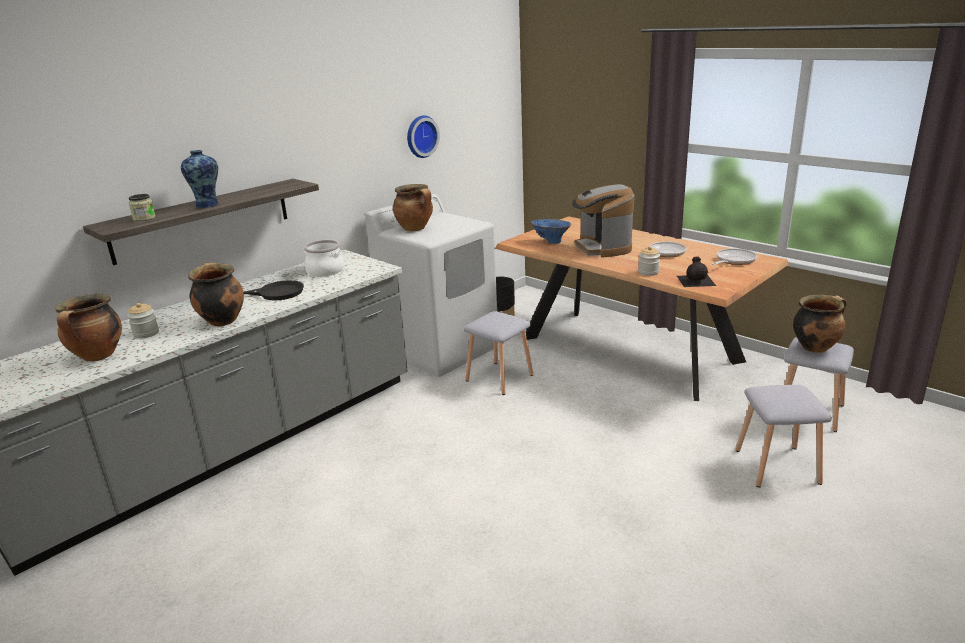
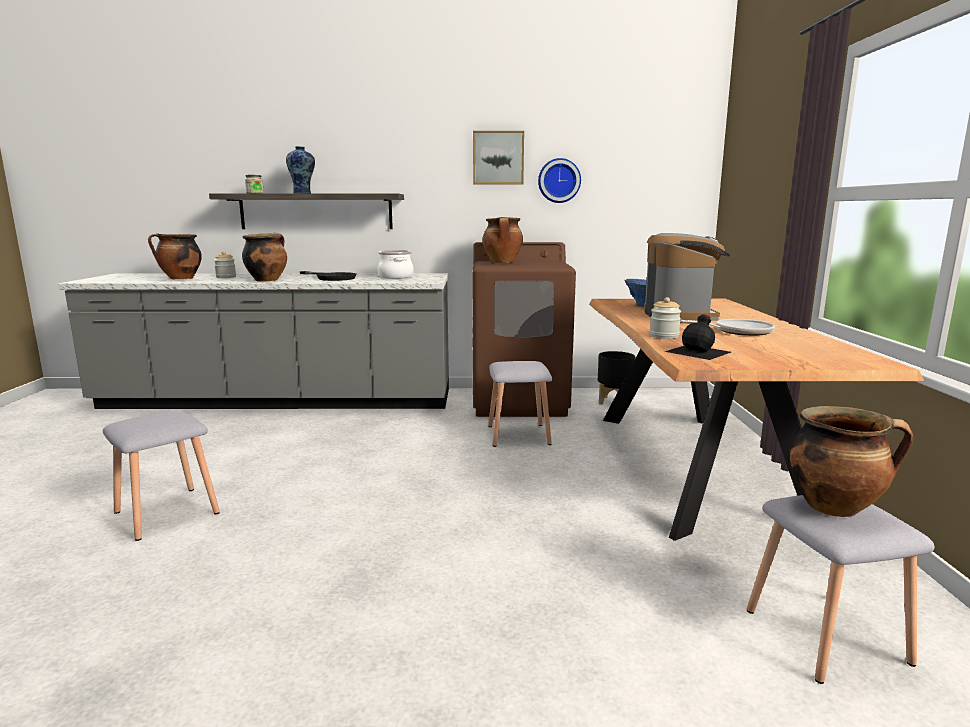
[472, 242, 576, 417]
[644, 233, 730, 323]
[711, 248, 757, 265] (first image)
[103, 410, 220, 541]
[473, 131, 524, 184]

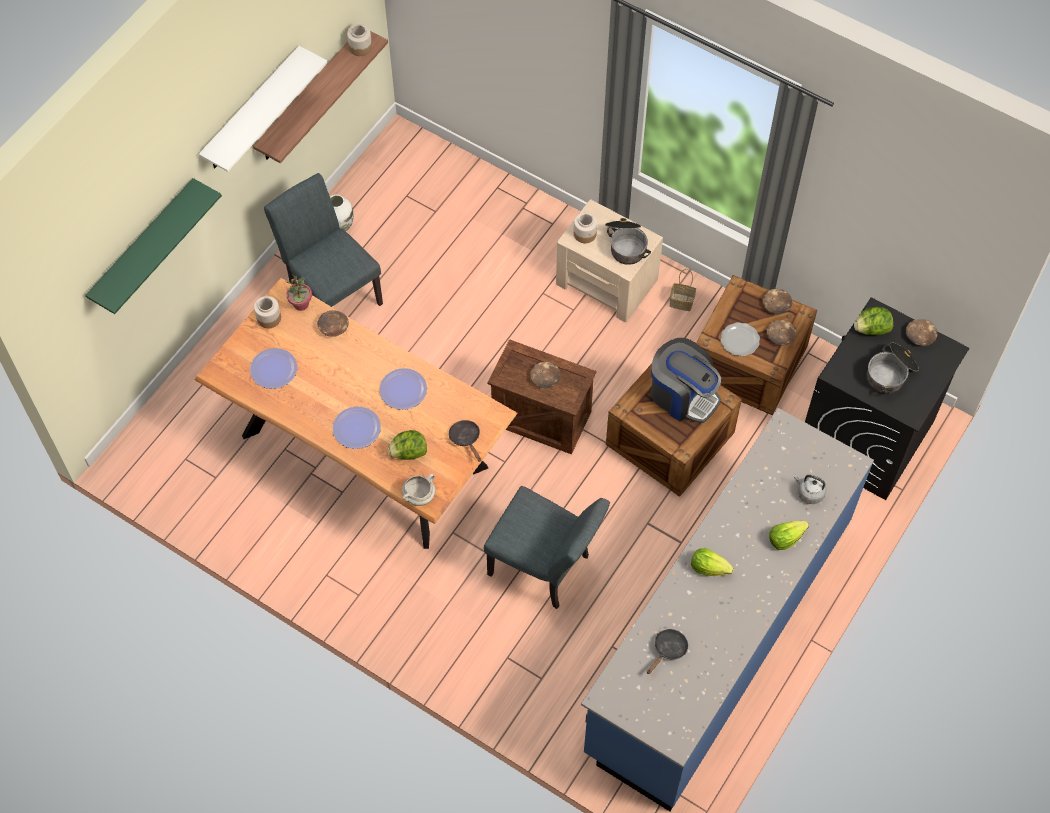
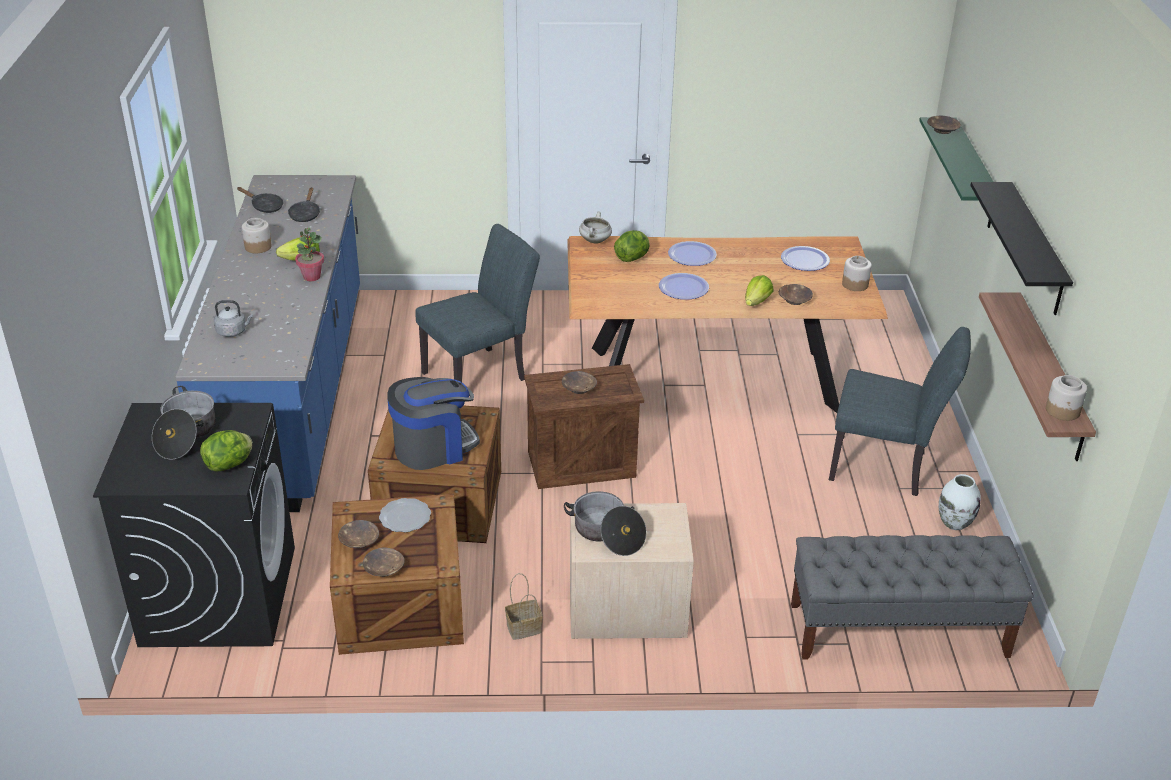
[970, 182, 1073, 315]
[295, 228, 324, 281]
[237, 187, 283, 213]
[415, 224, 540, 382]
[242, 218, 272, 253]
[387, 377, 480, 470]
[745, 275, 774, 306]
[927, 116, 961, 134]
[791, 535, 1033, 659]

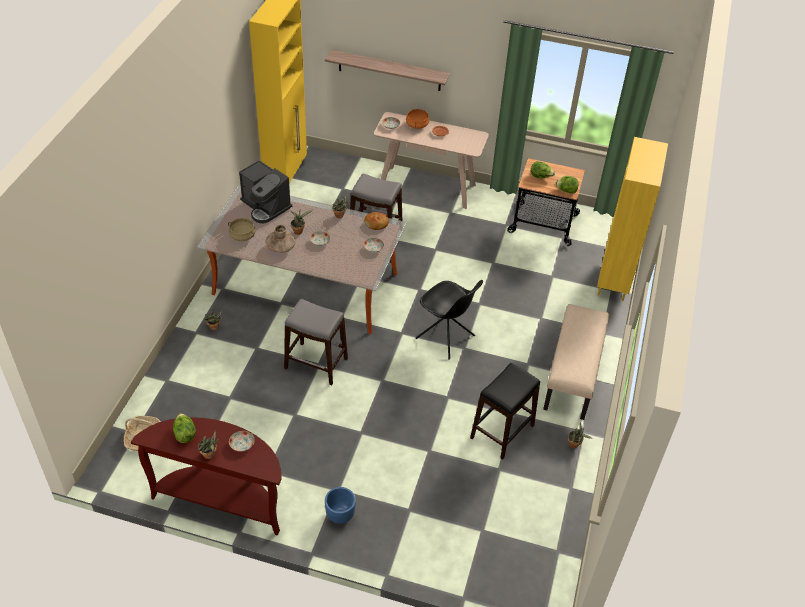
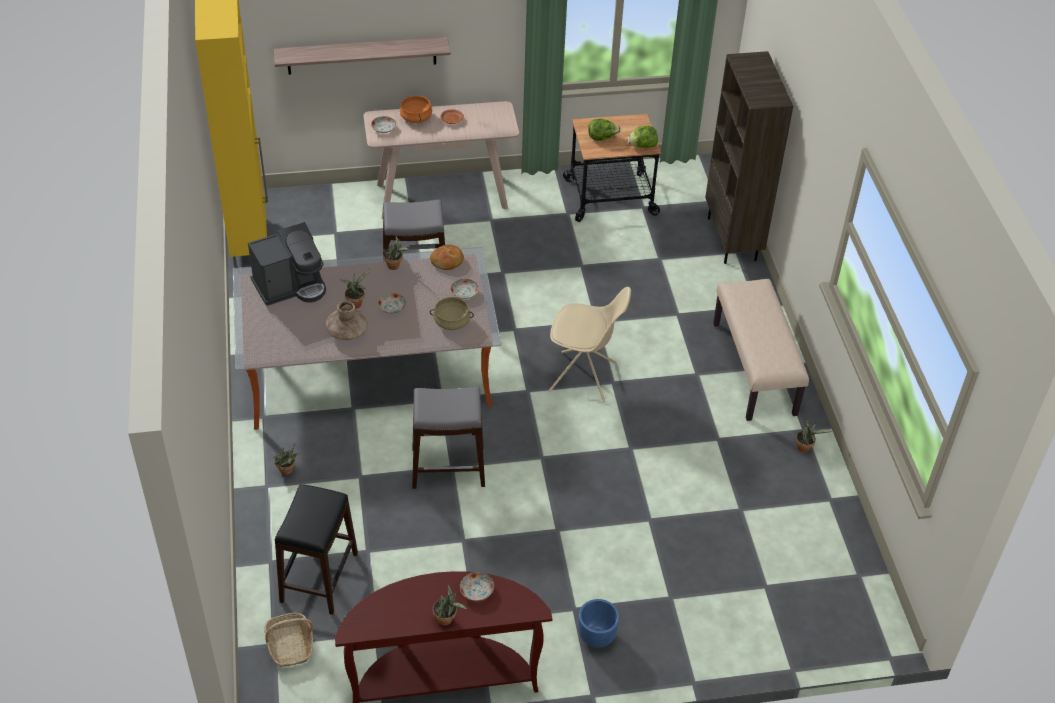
[173, 413, 196, 443] (first image)
[430, 297, 474, 330]
[248, 222, 326, 306]
[549, 287, 631, 402]
[275, 484, 358, 615]
[705, 51, 793, 264]

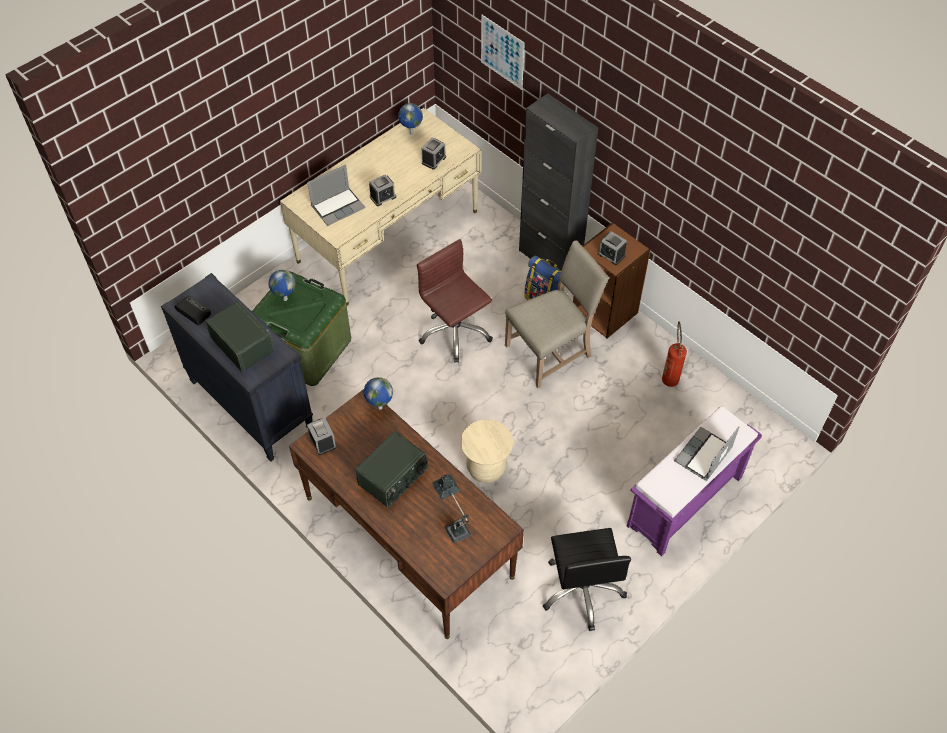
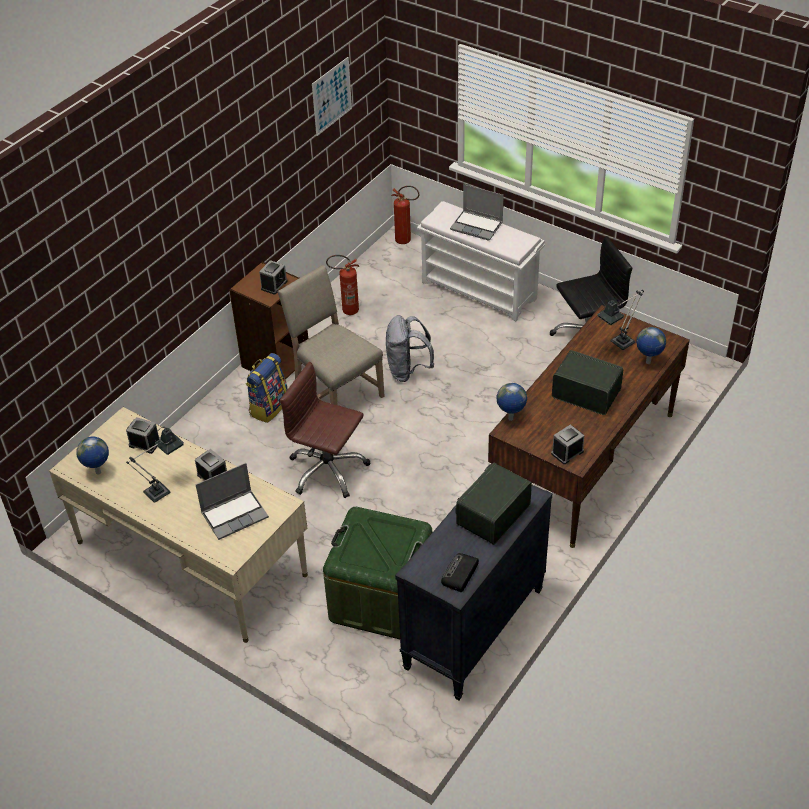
[636, 327, 666, 364]
[196, 463, 269, 540]
[280, 361, 371, 498]
[460, 420, 513, 483] (first image)
[312, 57, 352, 136]
[519, 93, 598, 271] (first image)
[417, 201, 545, 321]
[126, 427, 184, 503]
[386, 315, 434, 382]
[391, 186, 419, 244]

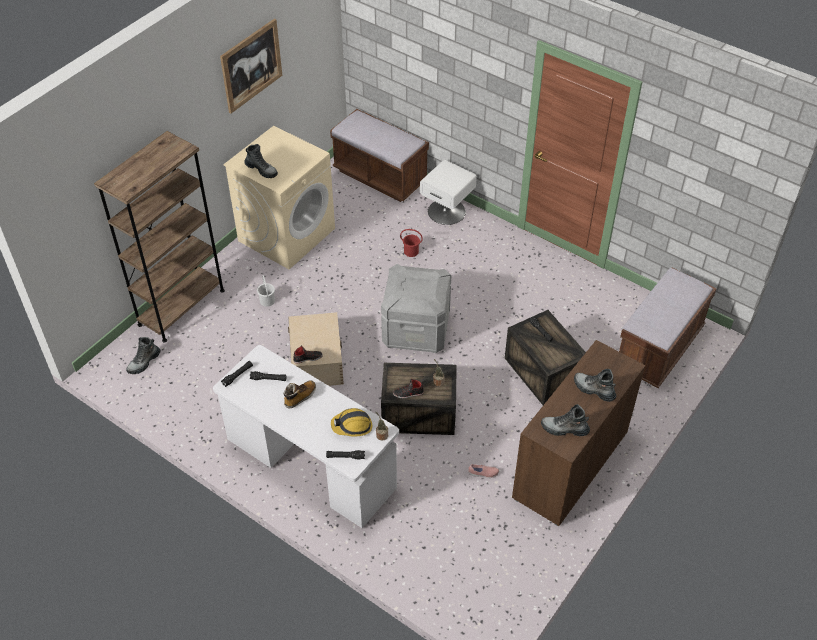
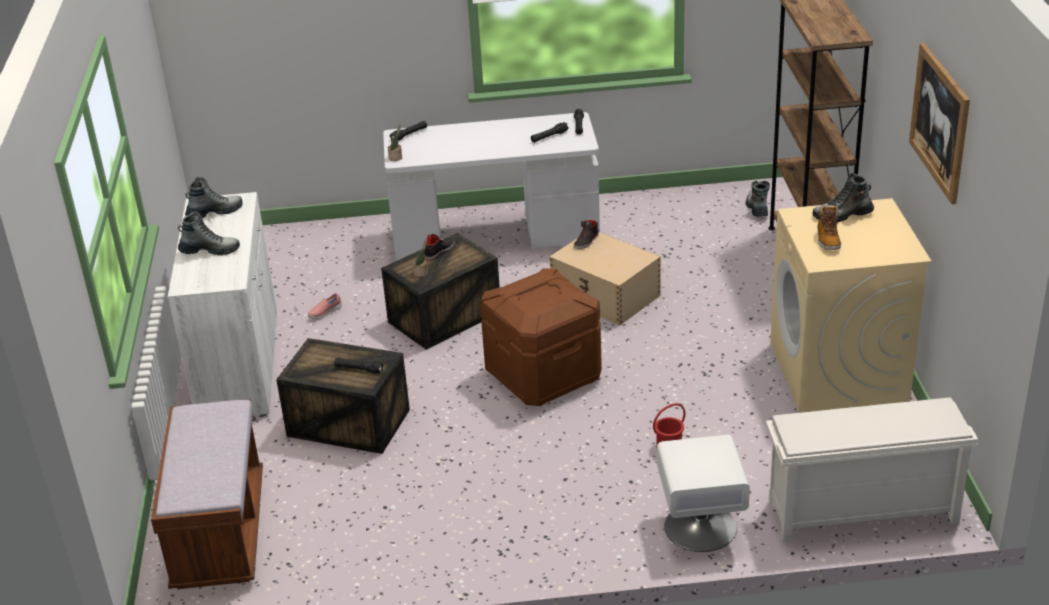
[257, 275, 275, 307] (first image)
[817, 205, 841, 250]
[766, 397, 978, 542]
[331, 408, 372, 437] (first image)
[480, 268, 602, 406]
[168, 192, 277, 417]

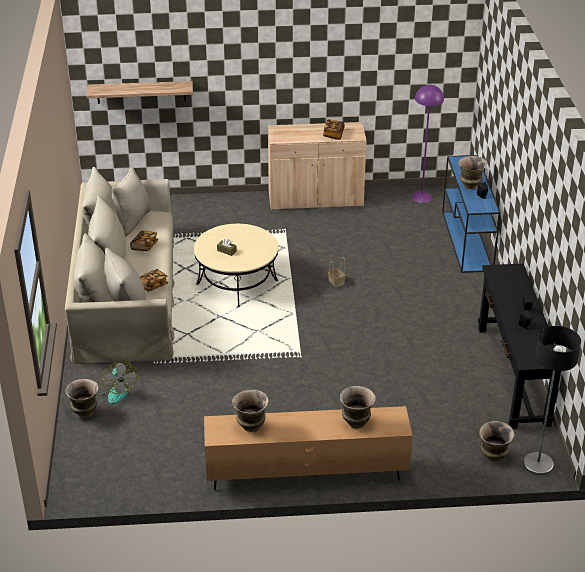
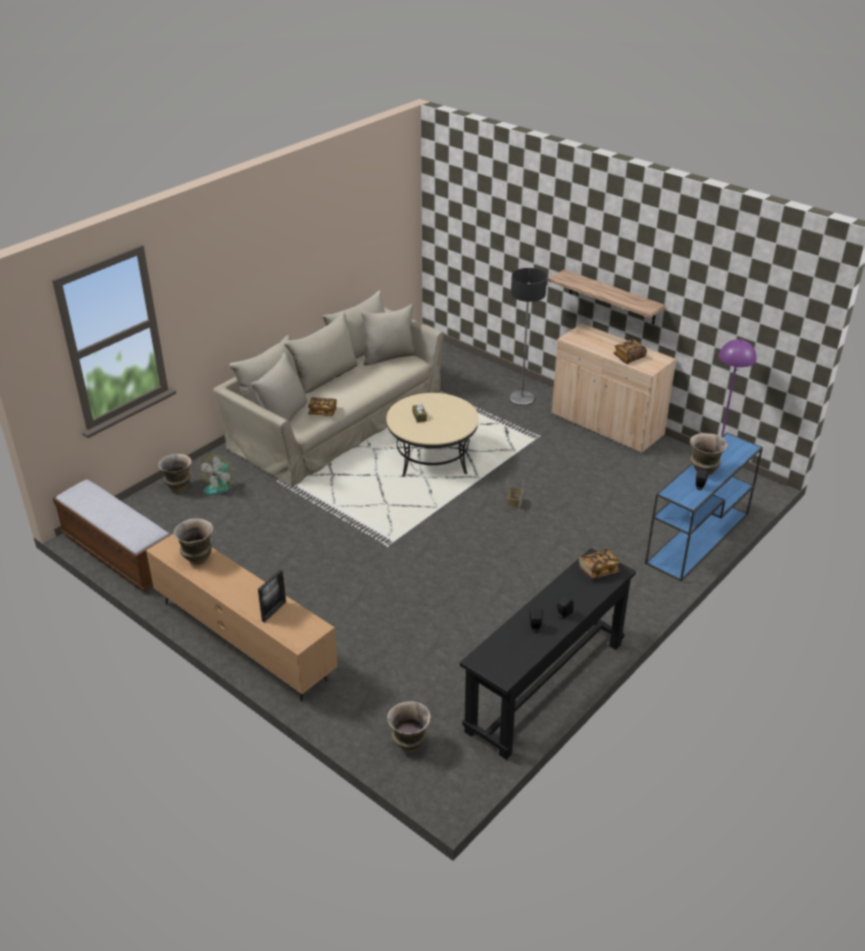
[549, 269, 665, 324]
[579, 549, 621, 579]
[258, 569, 286, 622]
[510, 268, 547, 406]
[52, 480, 170, 591]

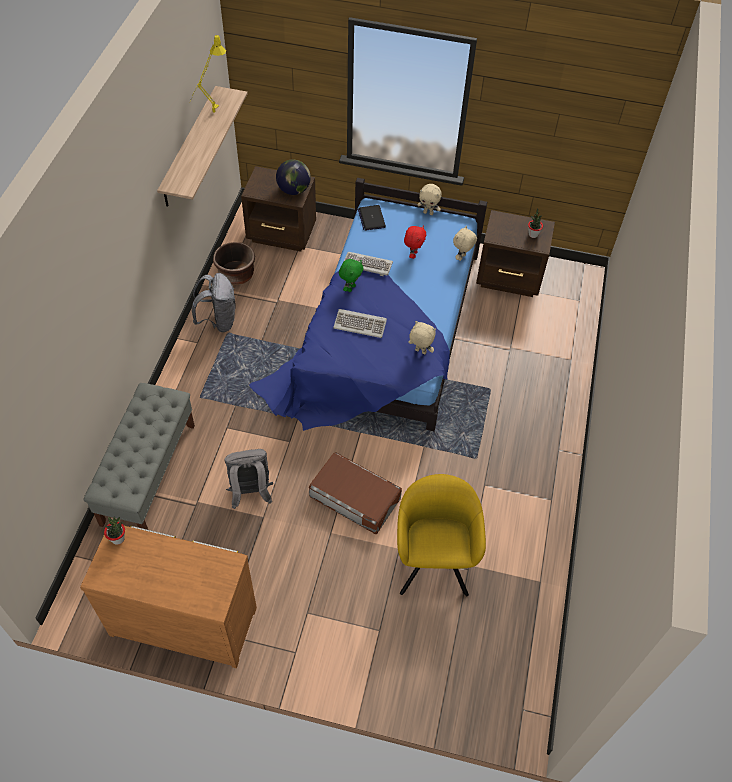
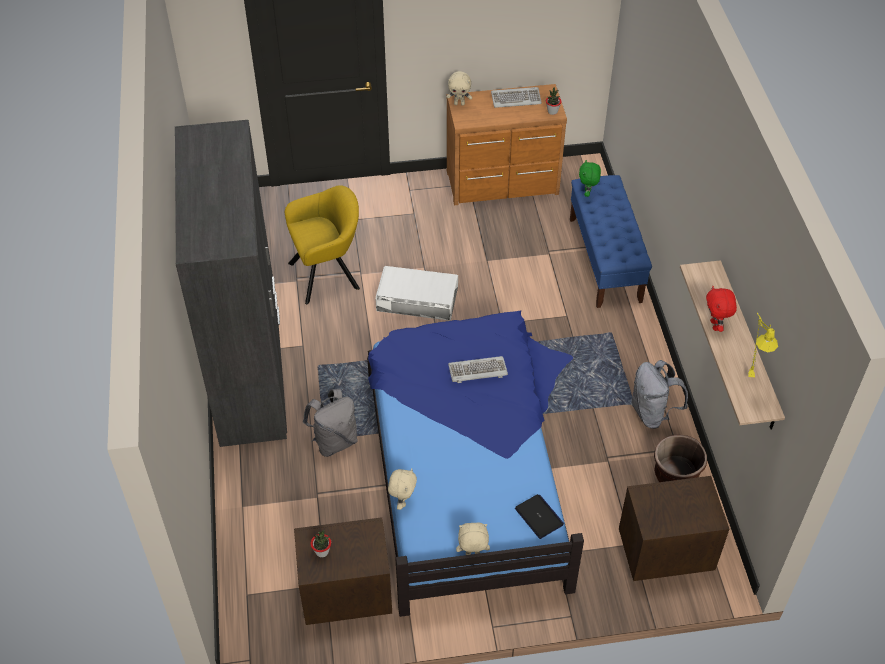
[570, 175, 652, 308]
[303, 389, 358, 457]
[276, 160, 311, 195] (first image)
[376, 266, 458, 321]
[579, 160, 601, 197]
[491, 87, 542, 108]
[285, 185, 360, 304]
[706, 286, 737, 332]
[447, 71, 472, 106]
[175, 120, 287, 447]

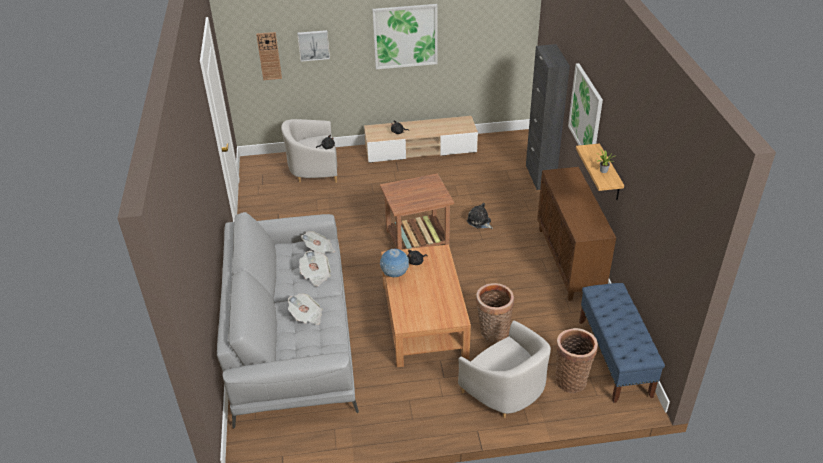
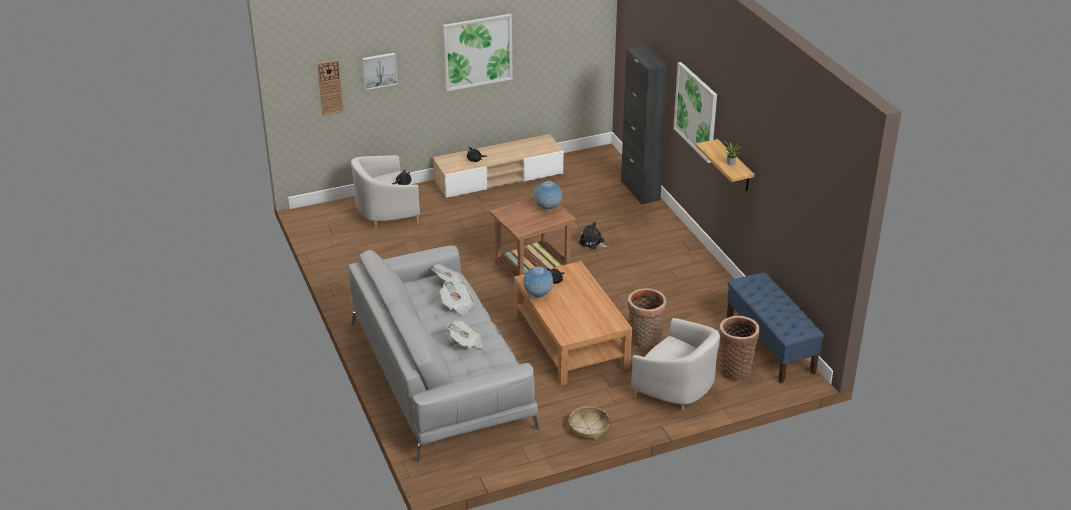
[537, 167, 616, 301] (first image)
[534, 181, 562, 210]
[568, 407, 610, 441]

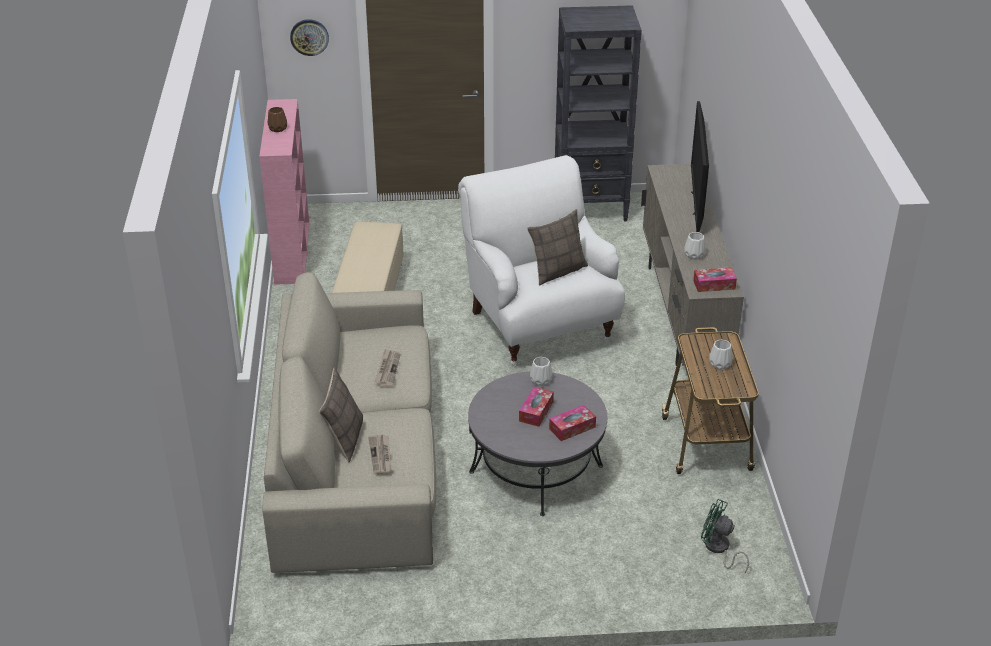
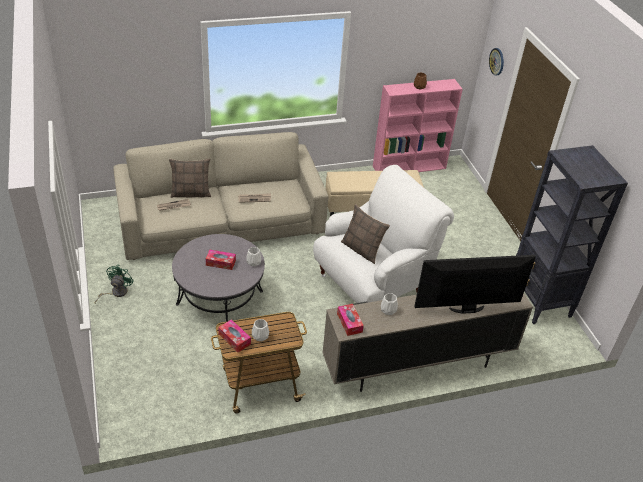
[218, 319, 251, 352]
[94, 265, 134, 304]

